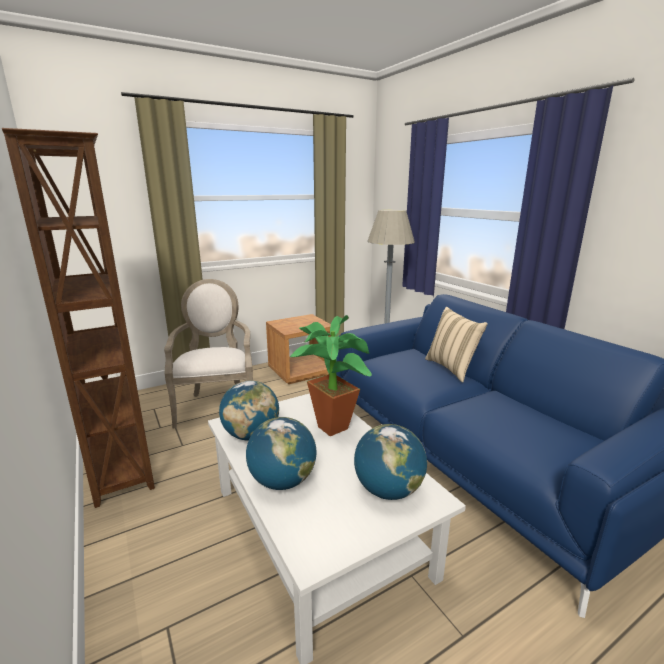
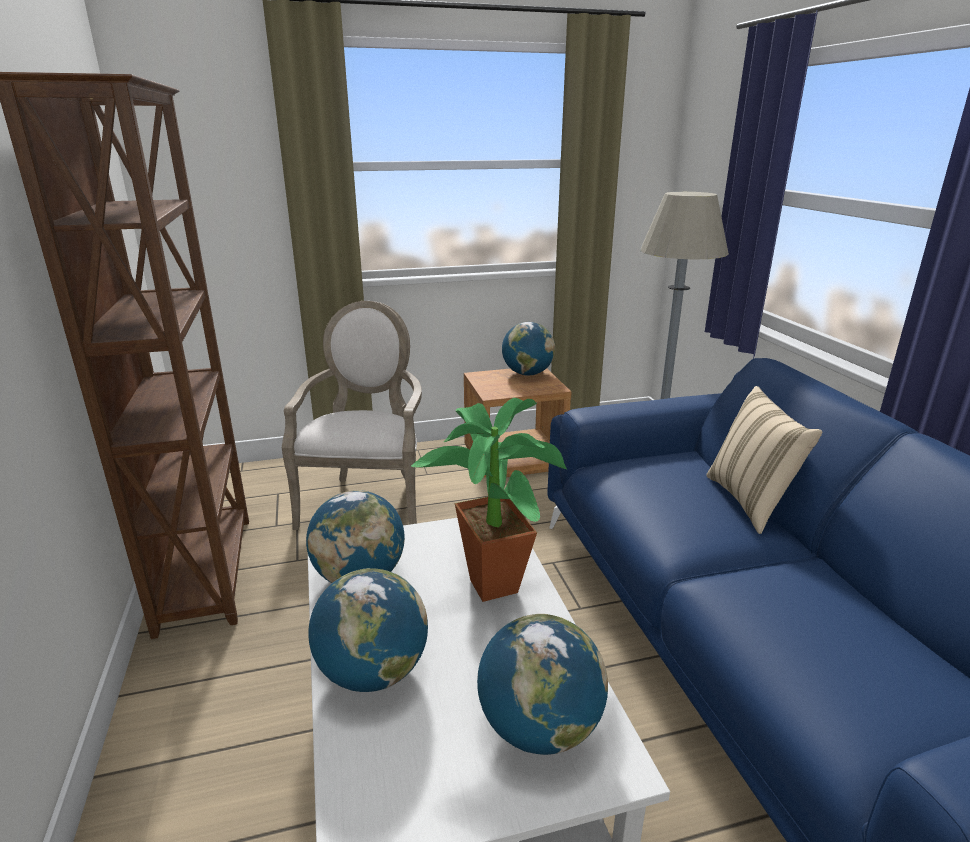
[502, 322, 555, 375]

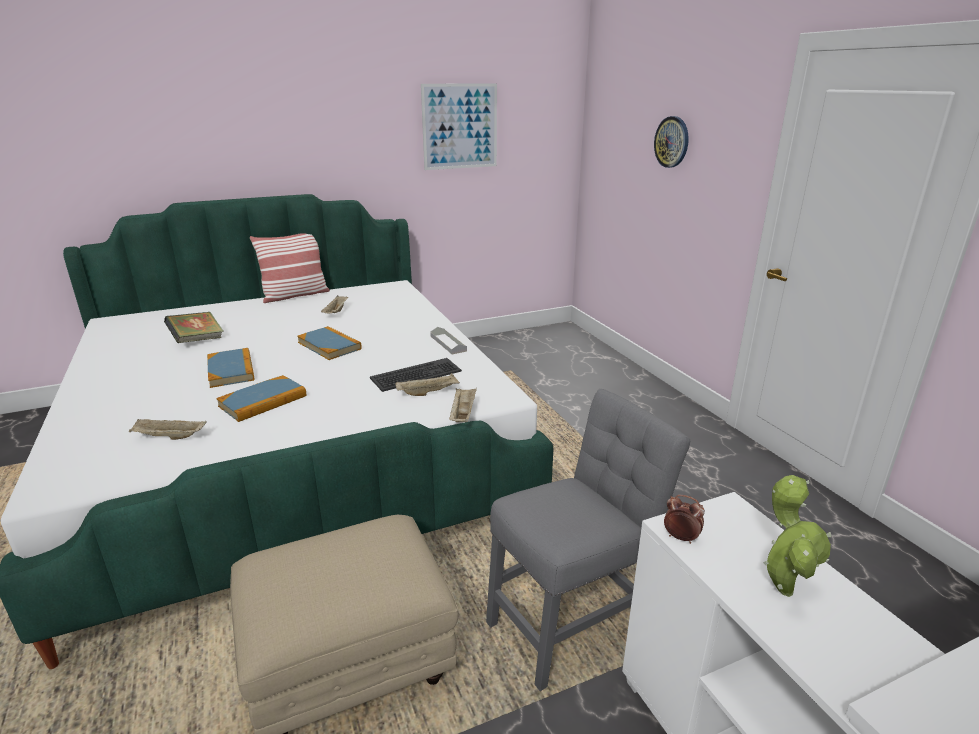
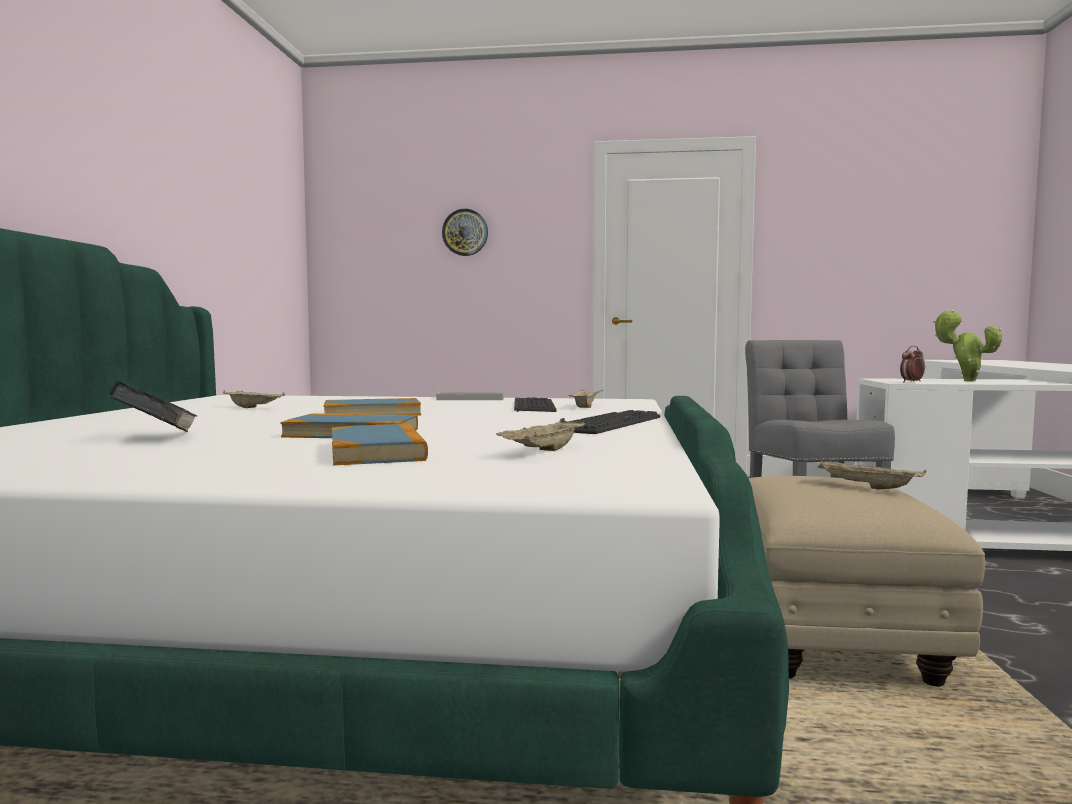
[332, 424, 428, 465]
[250, 233, 330, 303] (first image)
[421, 83, 497, 170] (first image)
[817, 460, 926, 489]
[569, 410, 660, 434]

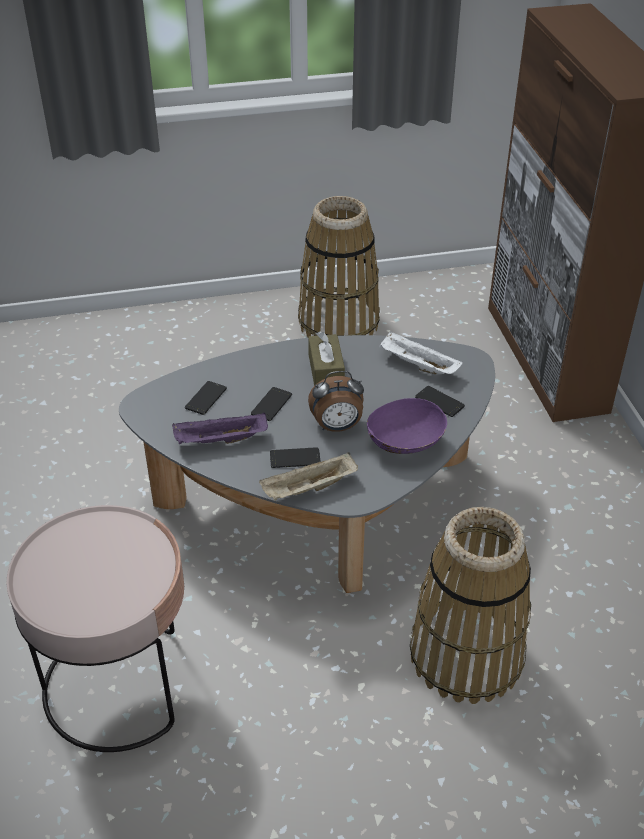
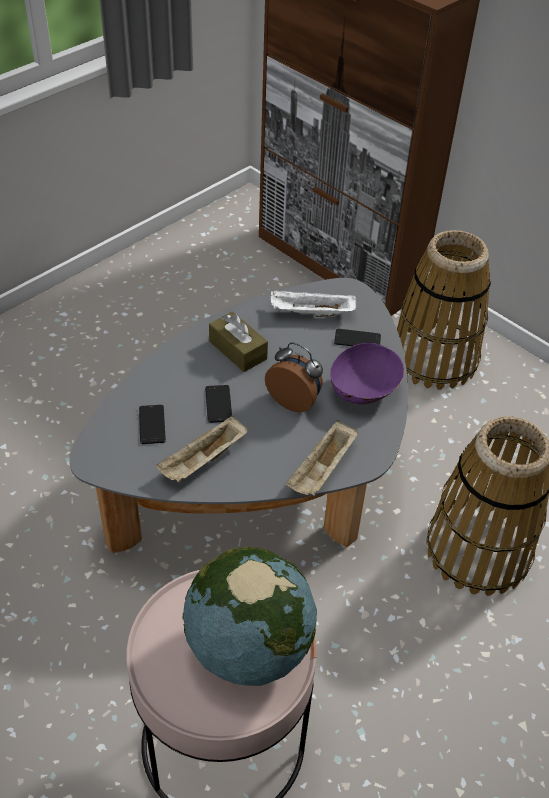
[156, 415, 248, 483]
[270, 447, 321, 468] (first image)
[397, 230, 491, 390]
[265, 343, 323, 412]
[182, 547, 317, 686]

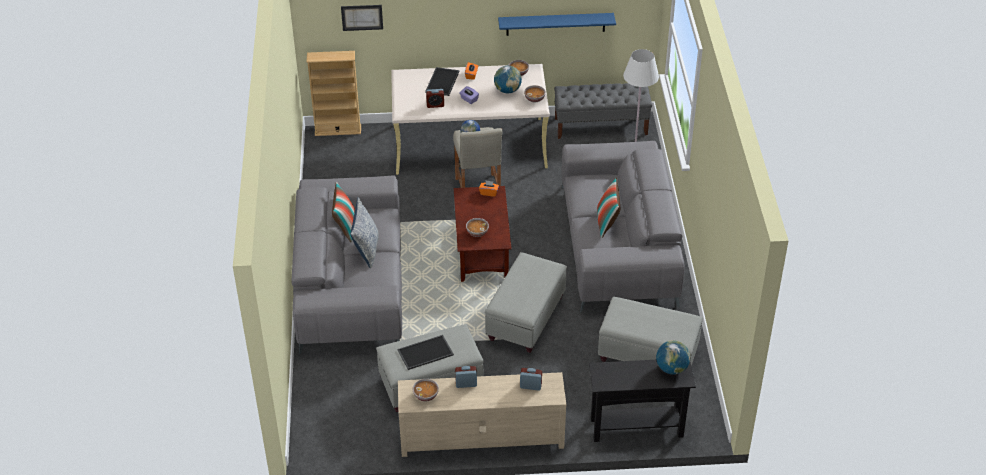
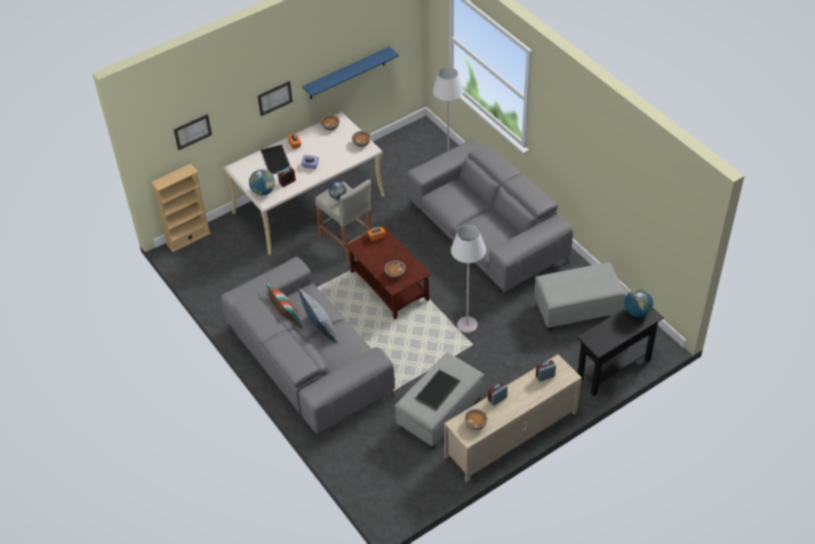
[451, 225, 486, 333]
[249, 169, 275, 195]
[554, 83, 652, 139] (first image)
[597, 177, 620, 238] (first image)
[258, 81, 293, 116]

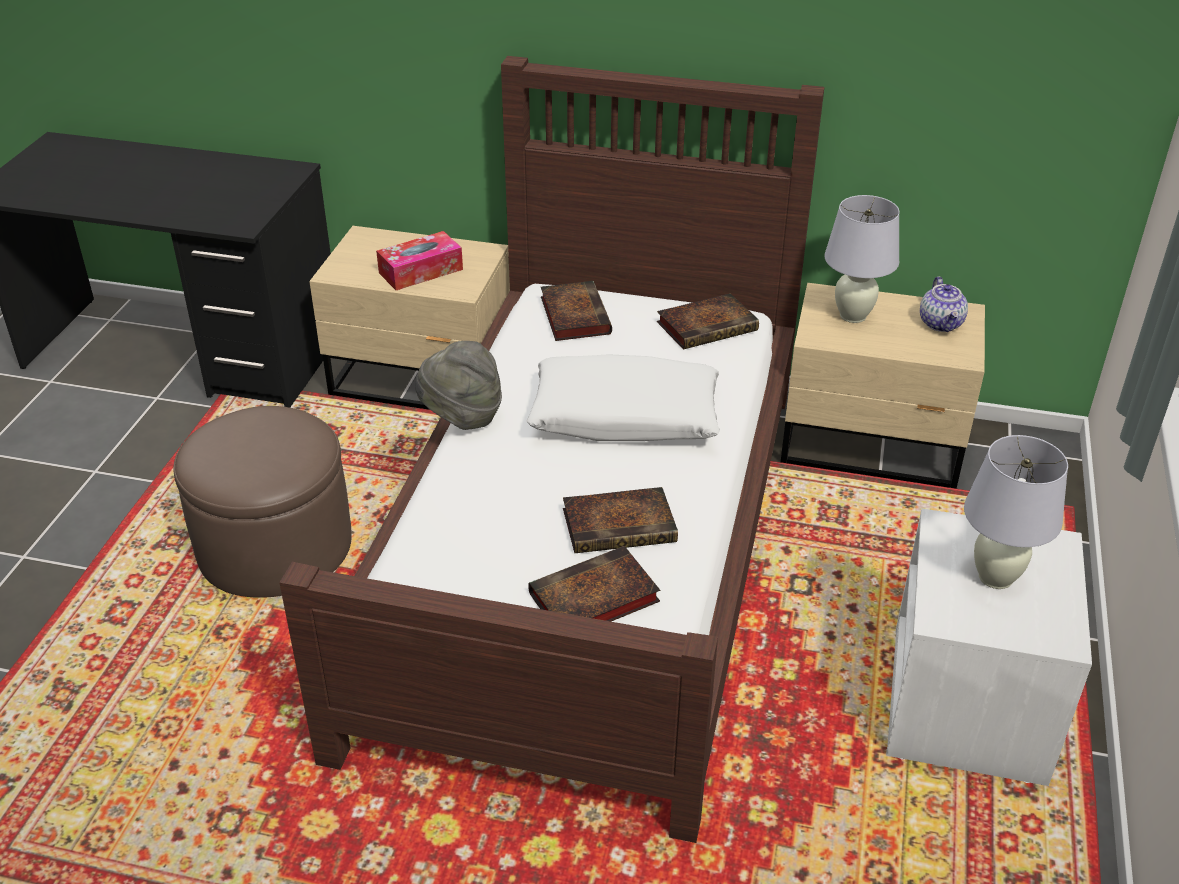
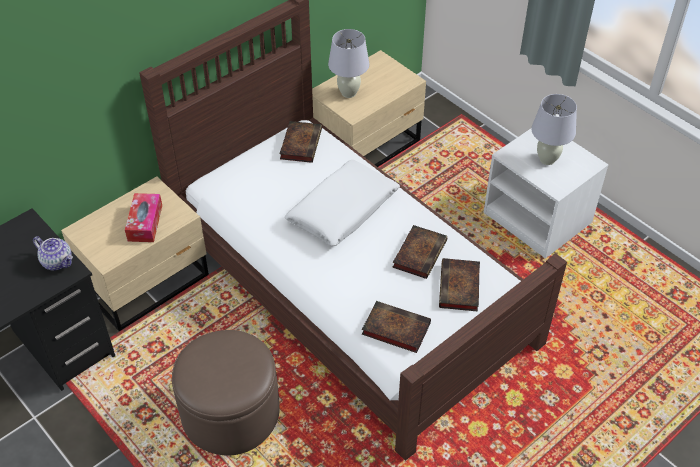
[415, 341, 502, 430] (first image)
[362, 301, 431, 353]
[33, 236, 73, 271]

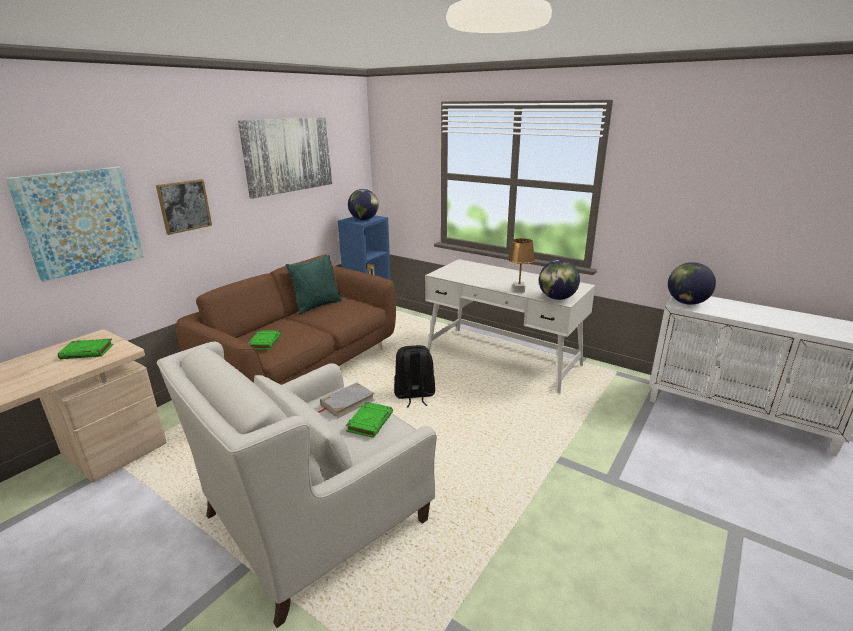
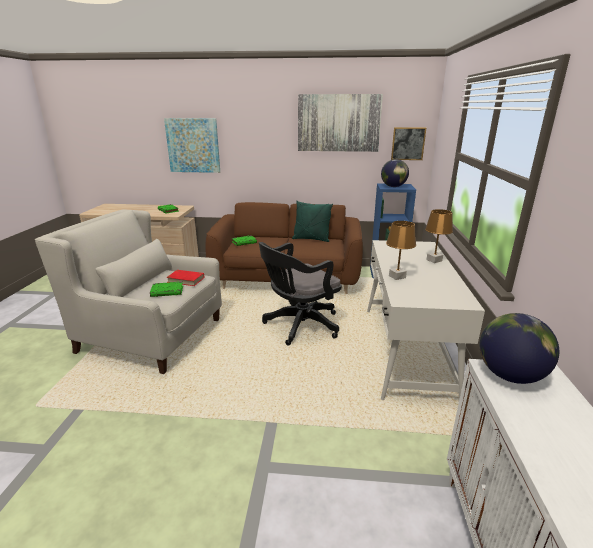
[391, 127, 426, 160]
[166, 270, 204, 286]
[259, 242, 342, 345]
[539, 260, 580, 300] (first image)
[425, 209, 453, 263]

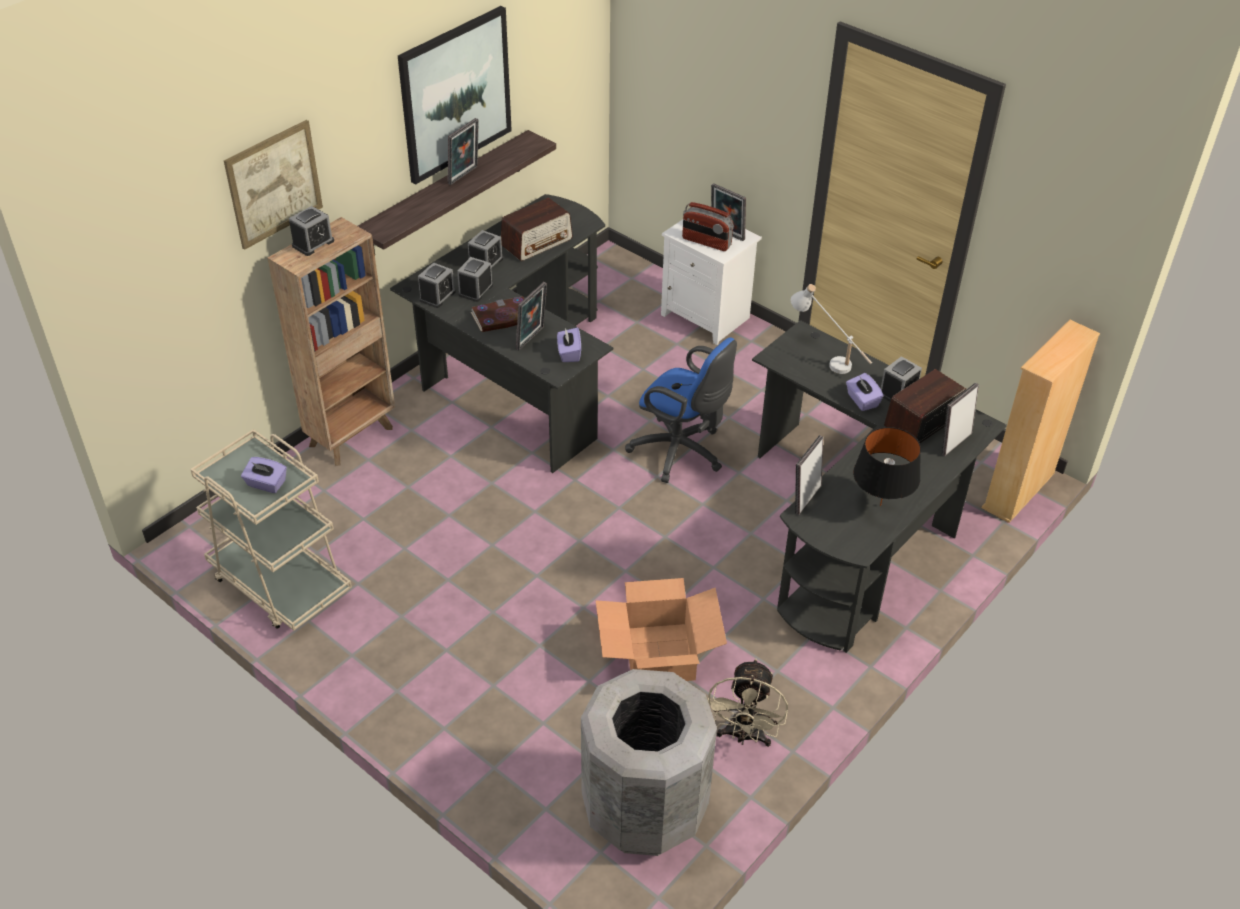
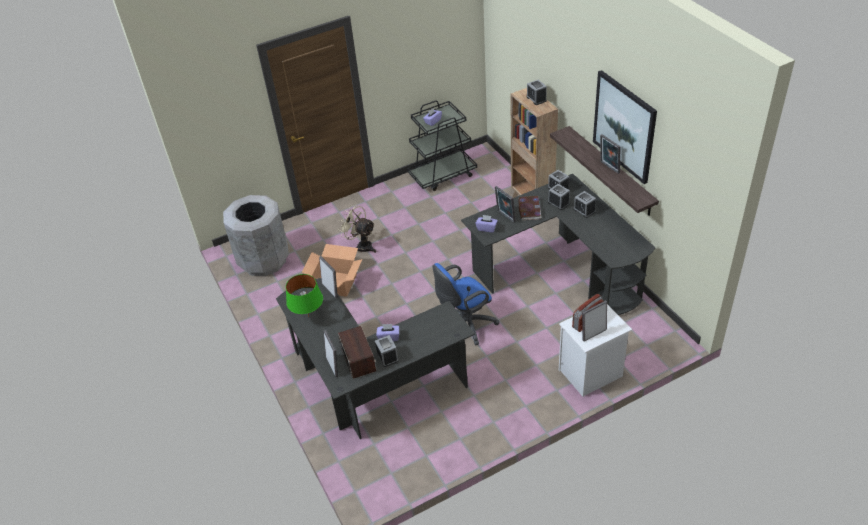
[407, 100, 477, 191]
[224, 120, 323, 250] (first image)
[501, 198, 573, 261] (first image)
[338, 205, 376, 253]
[791, 284, 872, 374] (first image)
[286, 274, 323, 317]
[982, 320, 1100, 523] (first image)

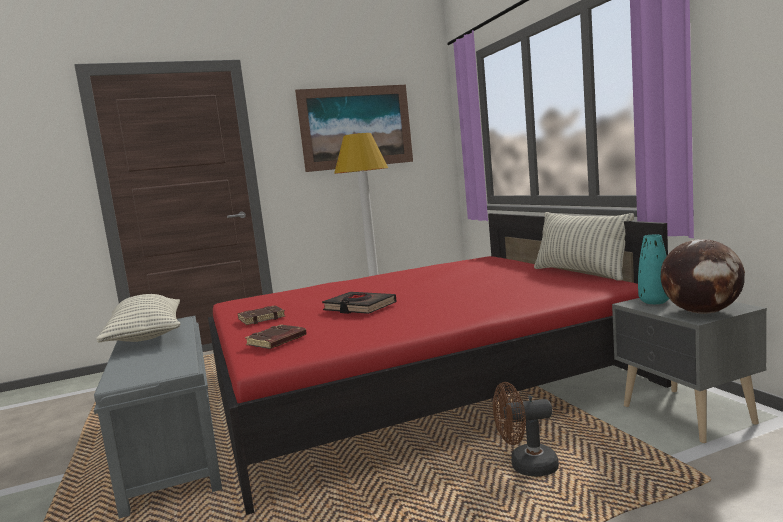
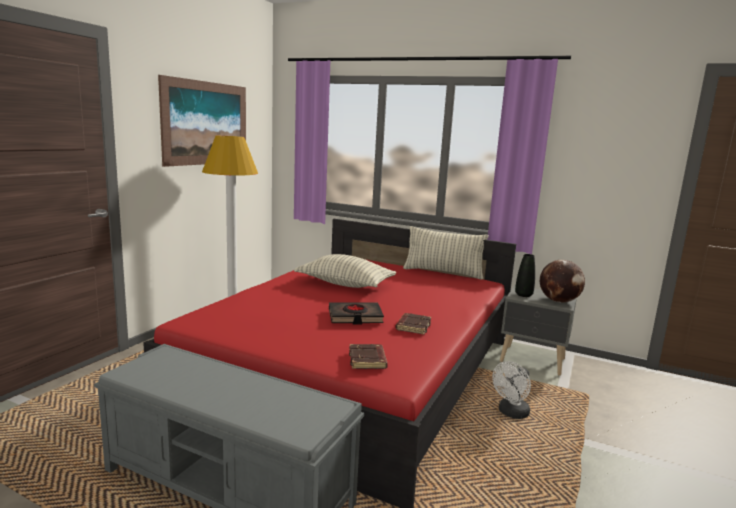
[294, 254, 396, 288]
[395, 313, 431, 335]
[492, 361, 531, 419]
[515, 254, 535, 297]

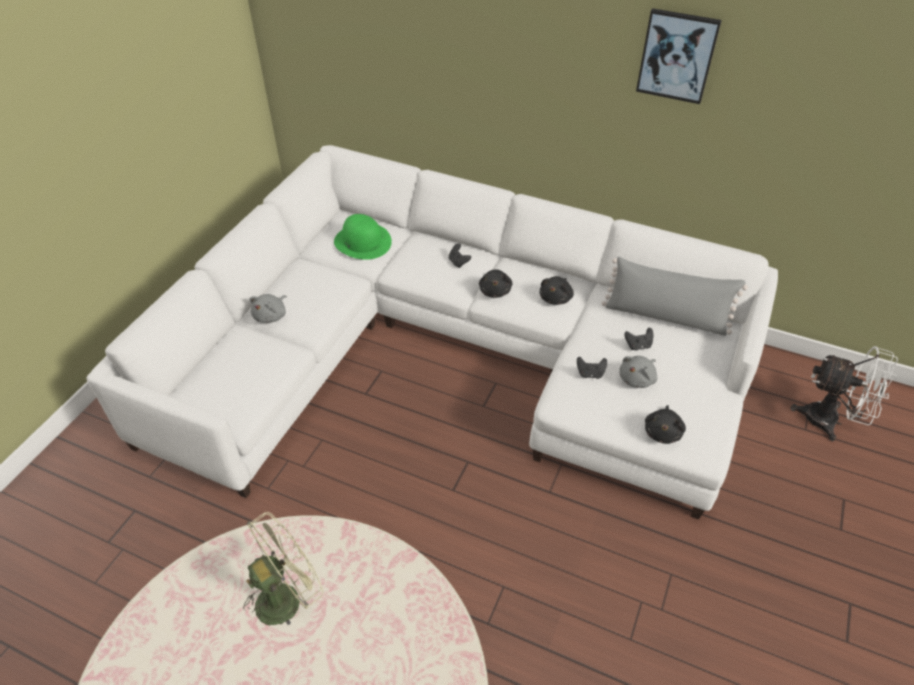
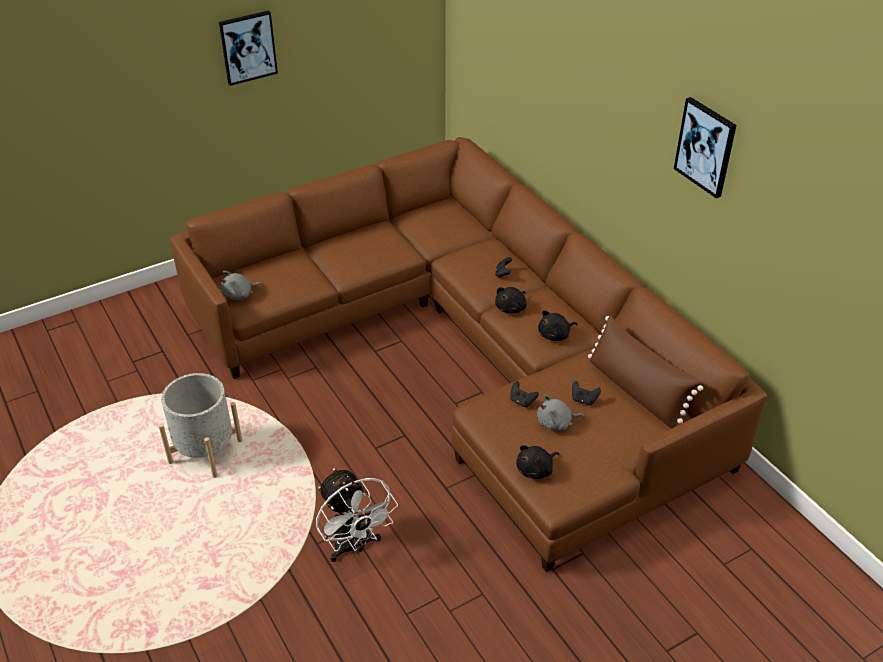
[171, 137, 767, 572]
[159, 373, 242, 478]
[220, 271, 263, 300]
[334, 214, 392, 260] (first image)
[588, 315, 703, 429]
[316, 468, 398, 562]
[219, 10, 278, 86]

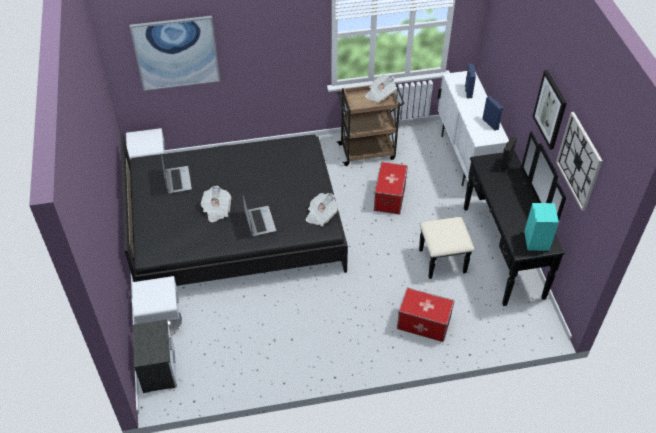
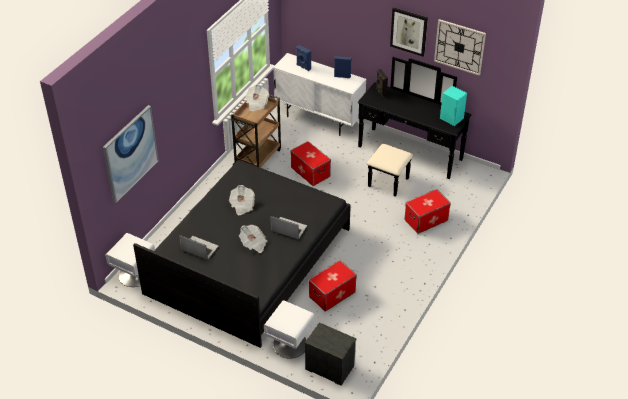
[229, 185, 255, 216]
[309, 260, 357, 312]

